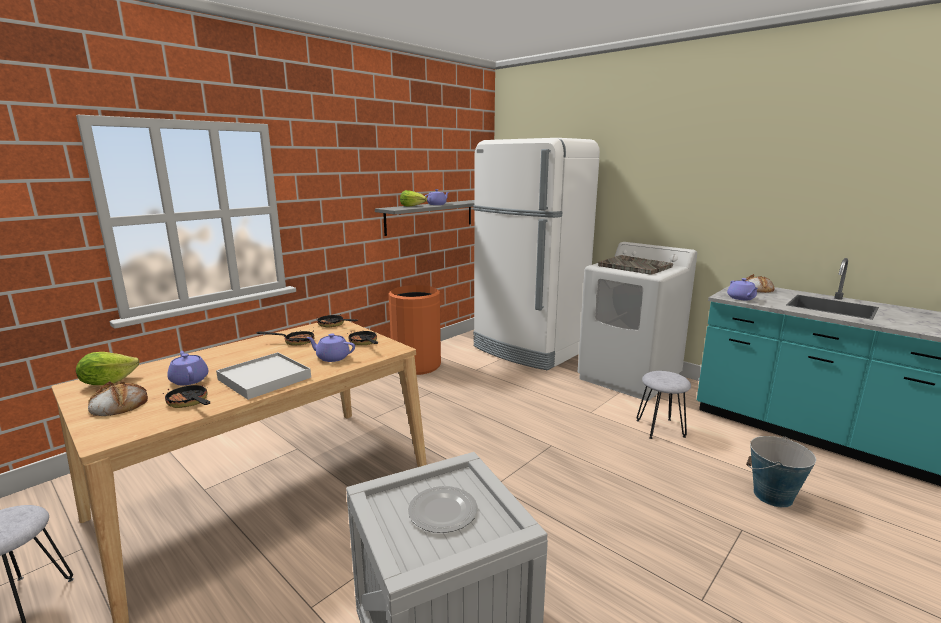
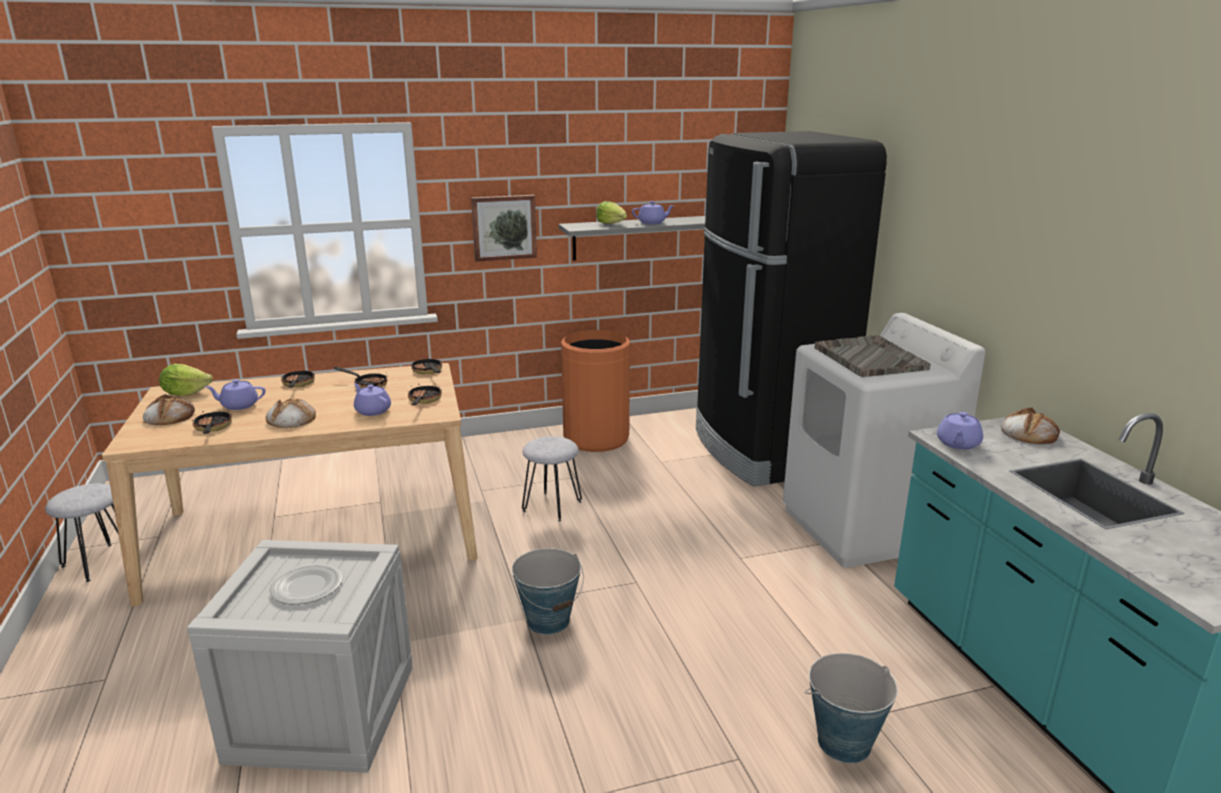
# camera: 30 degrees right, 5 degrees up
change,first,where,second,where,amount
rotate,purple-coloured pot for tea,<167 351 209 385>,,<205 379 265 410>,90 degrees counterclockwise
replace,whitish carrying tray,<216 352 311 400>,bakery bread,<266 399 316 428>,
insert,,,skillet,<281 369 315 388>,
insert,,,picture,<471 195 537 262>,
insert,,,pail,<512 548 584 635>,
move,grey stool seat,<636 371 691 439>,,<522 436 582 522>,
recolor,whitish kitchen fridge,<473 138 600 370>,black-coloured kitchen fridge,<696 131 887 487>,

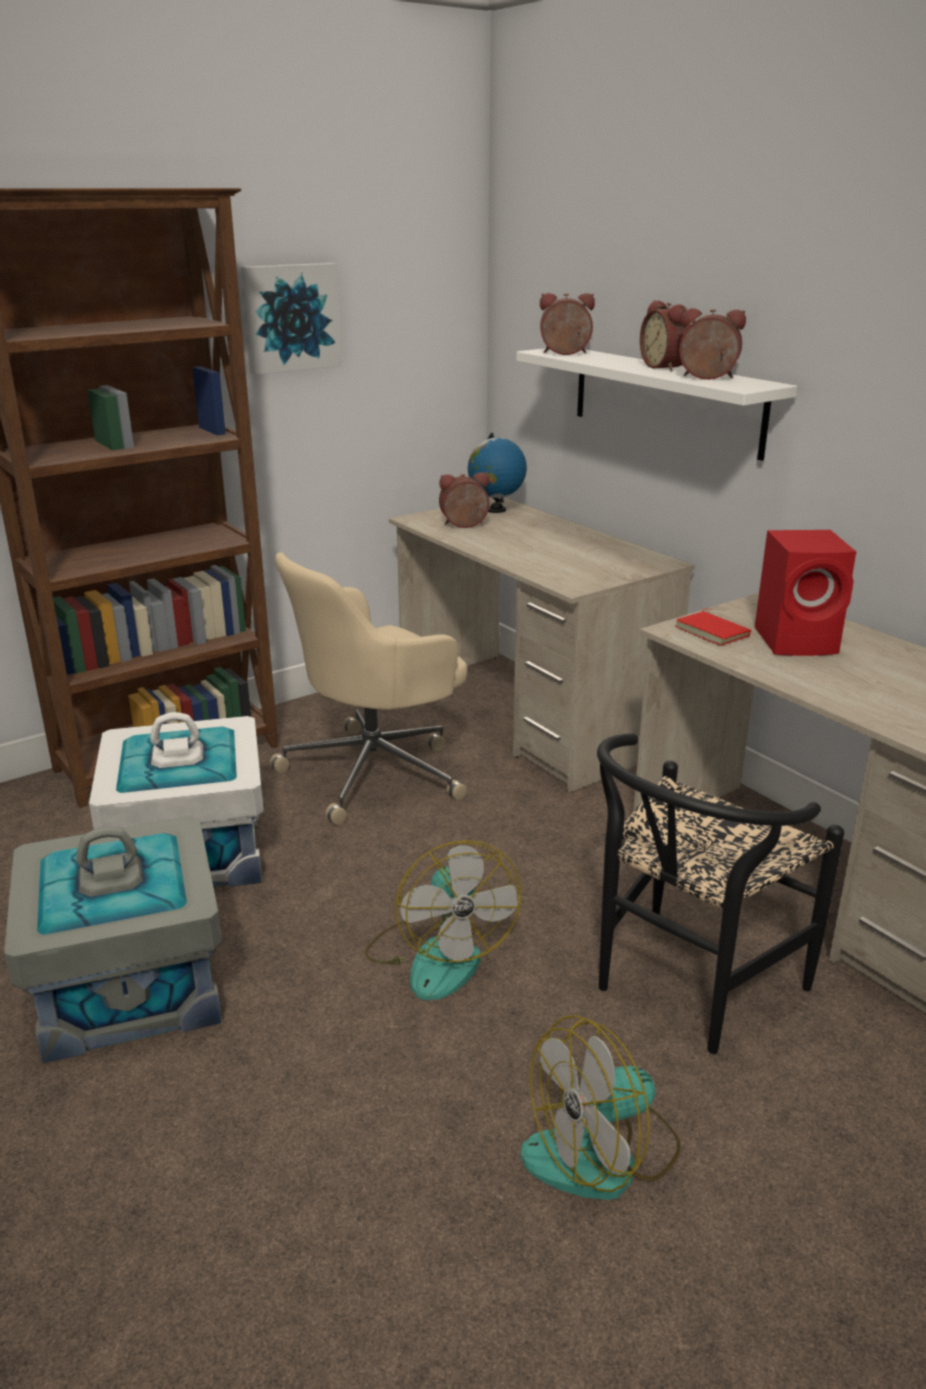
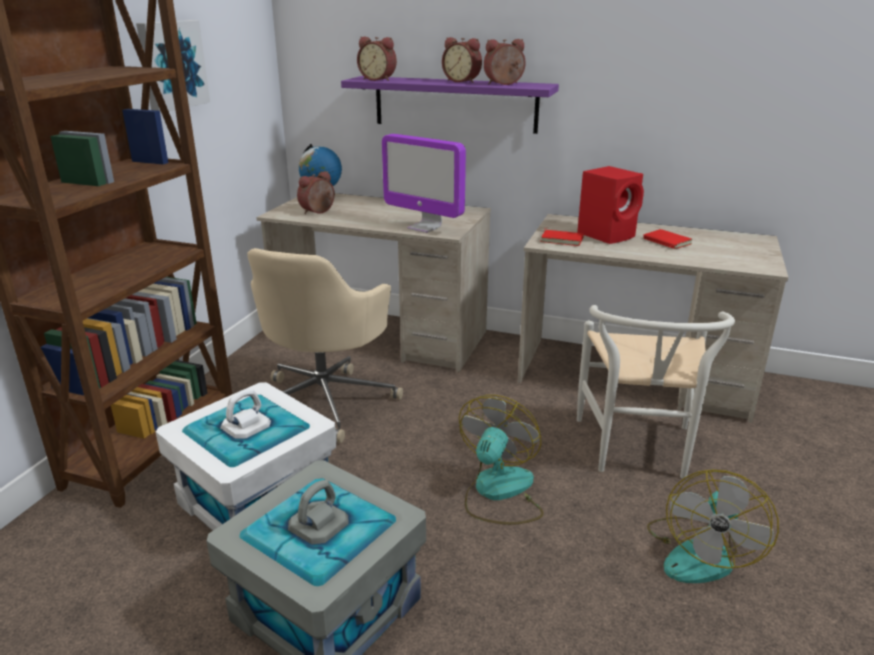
# camera: 35 degrees left, 0 degrees up
change,first,where,second,where,amount
recolor,whitish bracket shelf,<516 348 797 461>,purple-coloured bracket shelf,<341 76 559 134>,
rotate,alarm clock,<540 293 595 355>,,<357 37 397 81>,120 degrees counterclockwise
insert,,,monitor,<382 134 466 233>,
rotate,fan,<364 840 522 1001>,,<459 395 544 525>,105 degrees counterclockwise
recolor,black-coloured chair,<597 733 844 1054>,whitish chair,<577 305 735 479>,
insert,,,reddish bound book,<643 229 692 249>,

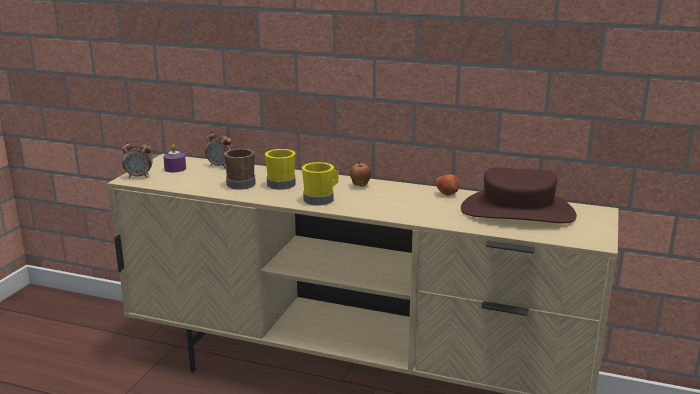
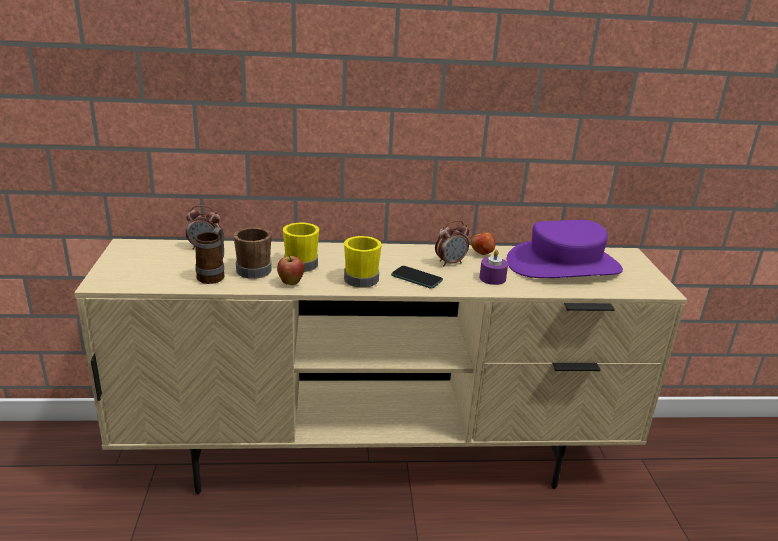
# camera: 25 degrees left, 5 degrees up
change,first,where,second,where,amount
insert,,,coffee mug,<195 227 224 284>,
move,apple fruit,<350 161 372 187>,,<277 255 304 285>,
insert,,,phone,<391 266 443 289>,
move,alarm clock,<122 139 153 178>,,<435 220 469 266>,
move,purple-coloured candle,<163 145 186 172>,,<479 250 508 285>,
recolor,brown-coloured hat,<461 167 577 223>,purple-coloured hat,<507 220 623 278>,

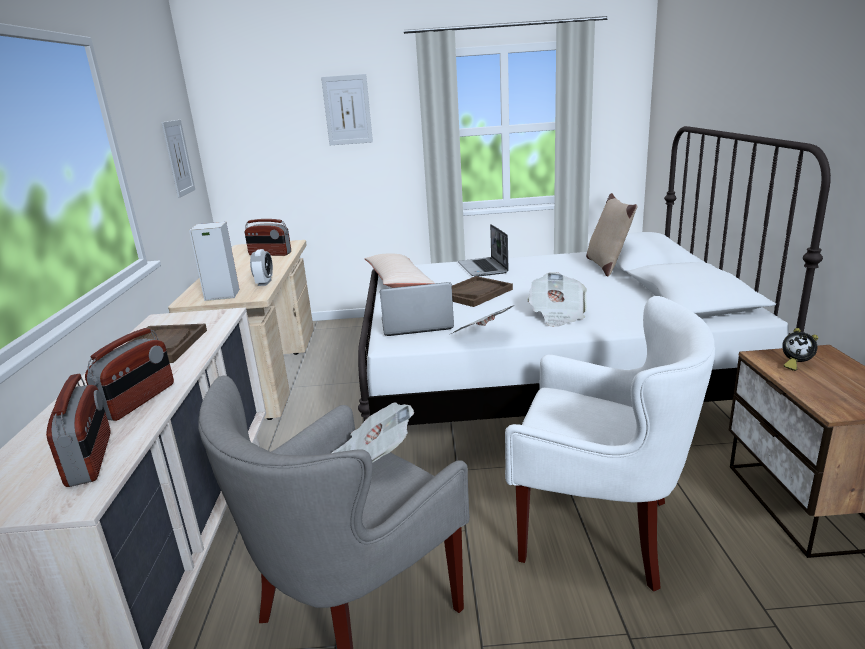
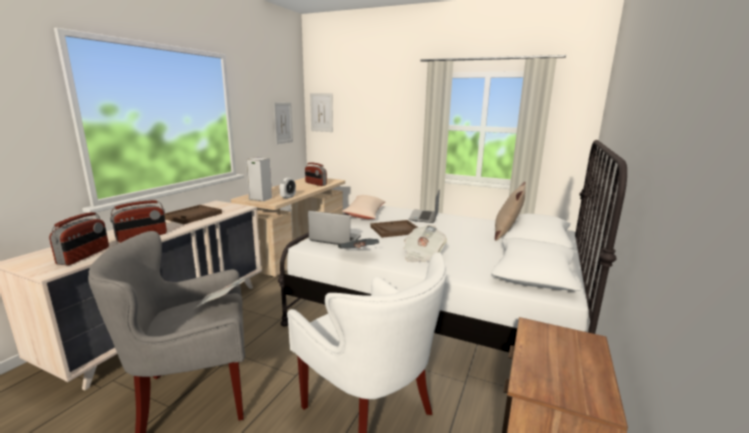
# camera: 25 degrees right, 5 degrees down
change,first,where,second,where,amount
move,picture,<321 74 373 145>,,<310 93 333 132>,
delete,alarm clock,<782 328 818 371>,,,

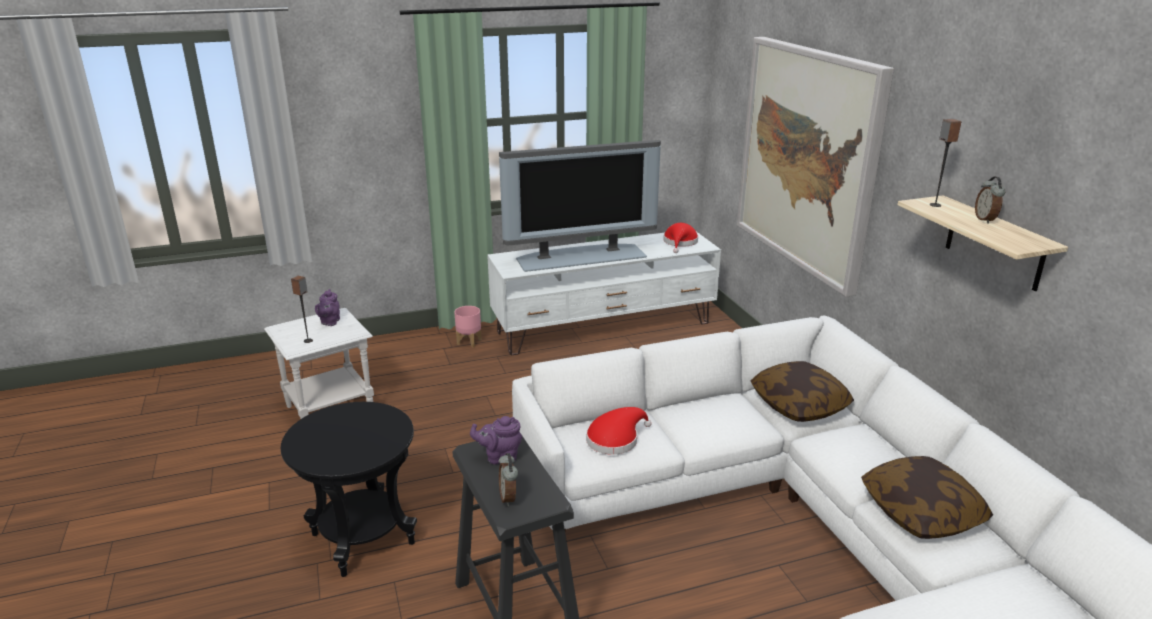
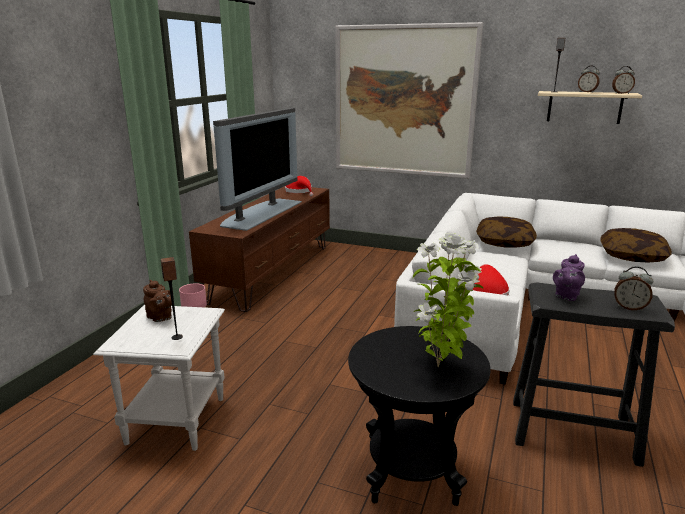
# camera: 50 degrees left, 5 degrees down
change,first,where,second,where,amount
recolor,purple-coloured pot for tea,<315 289 340 326>,brown-coloured pot for tea,<143 280 172 322>,
recolor,whitish media console,<487 232 721 356>,brown-coloured media console,<189 186 330 312>,
insert,,,plant in a pot,<413 233 483 367>,
insert,,,alarm clock,<612 66 635 94>,

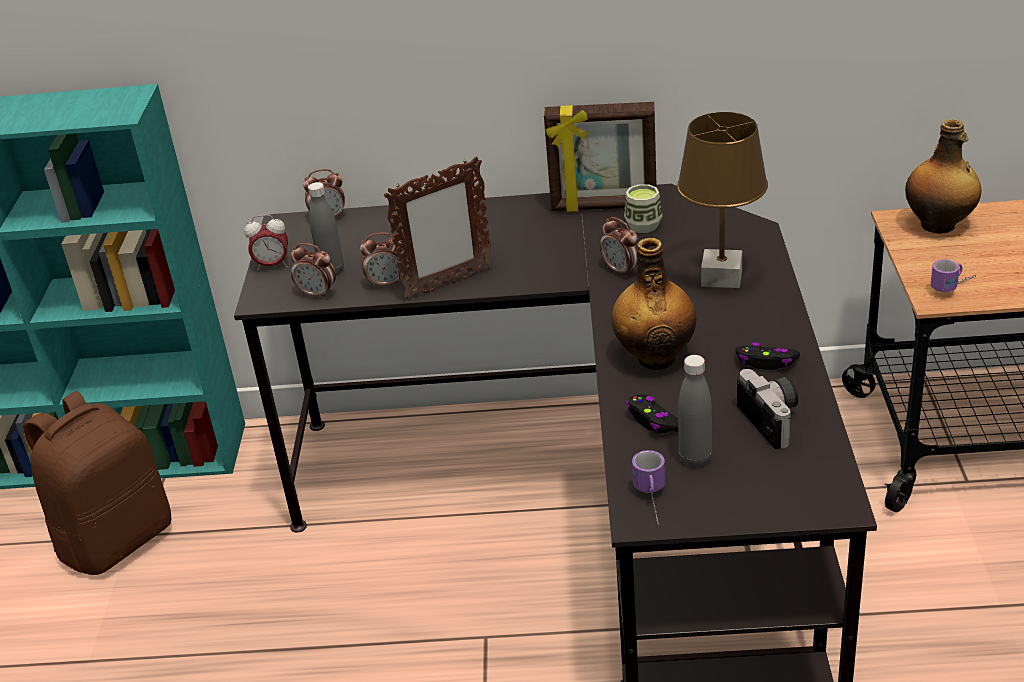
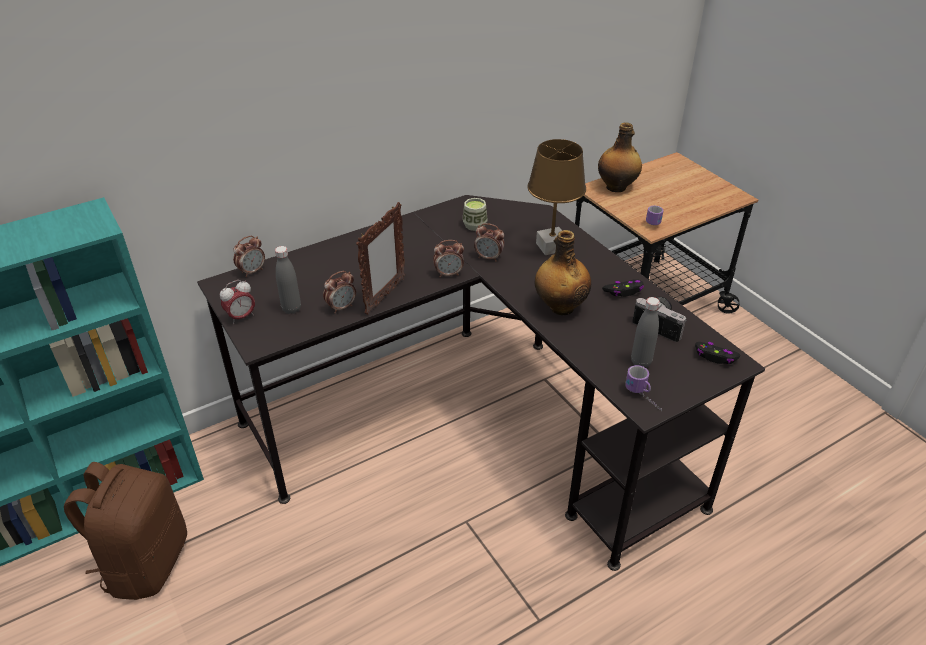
# camera: 35 degrees left, 5 degrees up
change,first,where,second,where,amount
move,alarm clock,<291 243 336 299>,,<433 240 464 277>,
move,black-coloured gamepad,<626 394 678 433>,,<695 342 741 364>,
delete,picture frame,<544 102 657 212>,,,

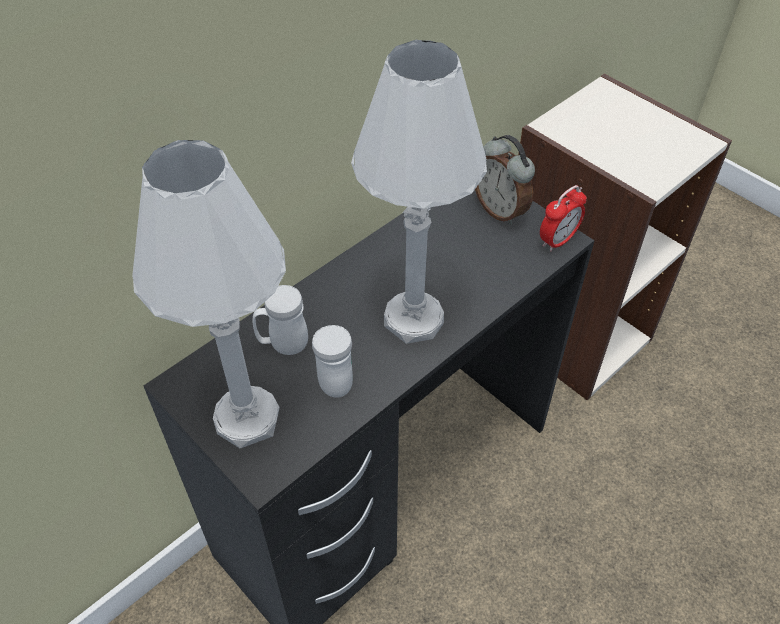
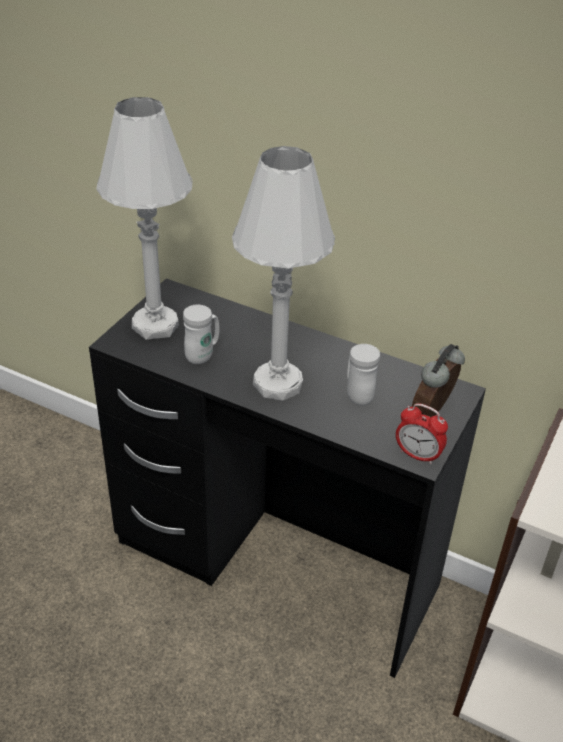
# camera: 70 degrees right, 10 degrees down
change,first,where,second,where,amount
move,whitish coffee mug,<252 285 308 355>,,<347 344 380 406>,

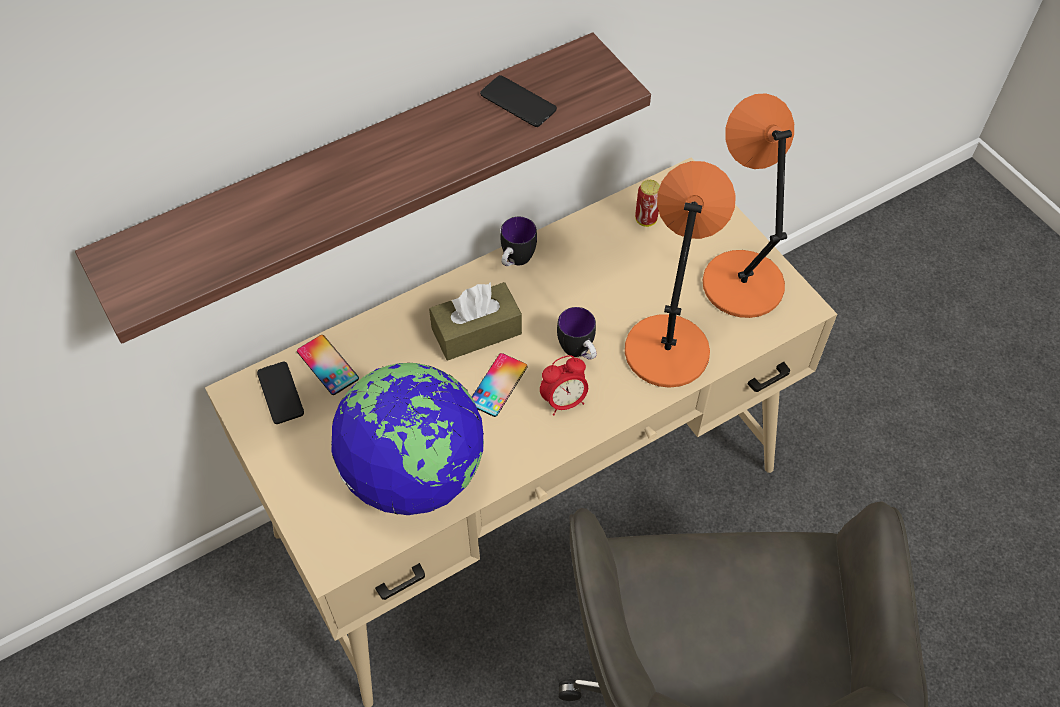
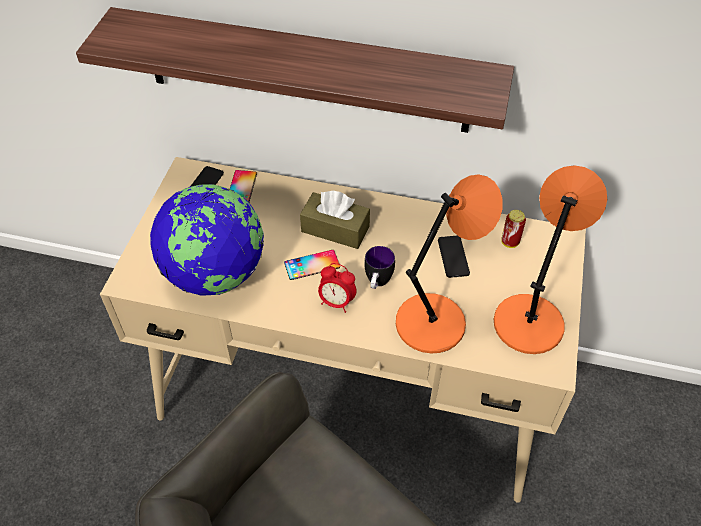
# camera: 45 degrees right, 5 degrees down
change,first,where,second,where,amount
move,phone,<480 75 557 127>,,<438 236 470 278>,
delete,coffee mug,<501 217 537 266>,,,

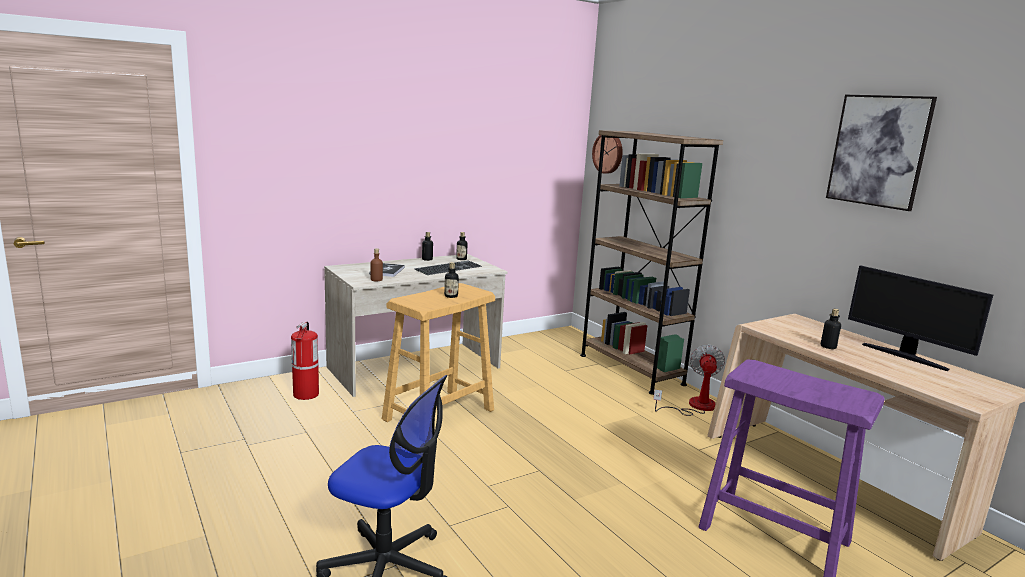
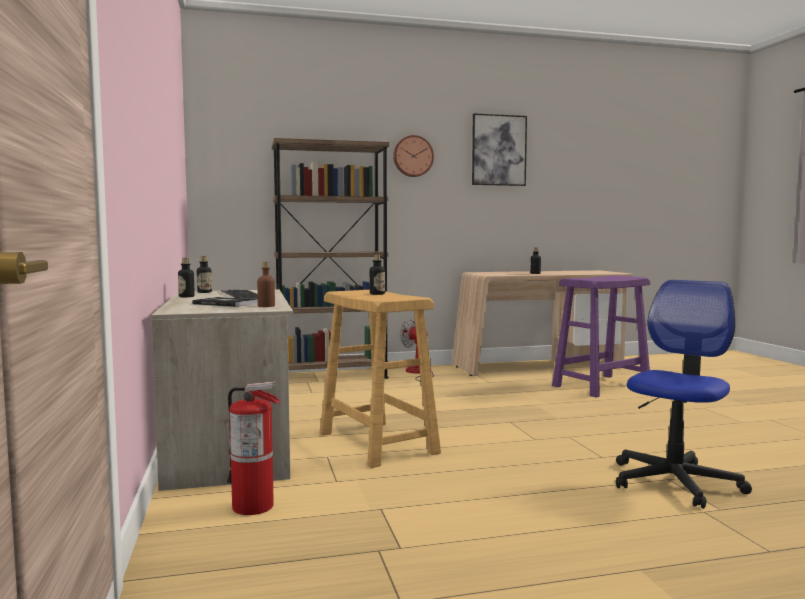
# camera: 70 degrees left, 10 degrees down
change,first,where,second,where,amount
move,clock on the wall,<592 135 623 174>,,<393 135 434 177>,
delete,monitor,<848 266 993 371>,,,

